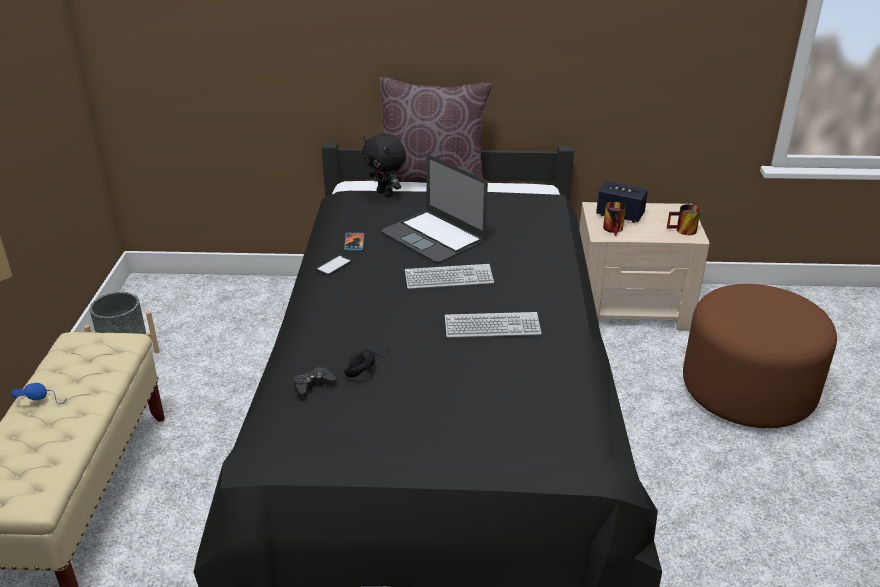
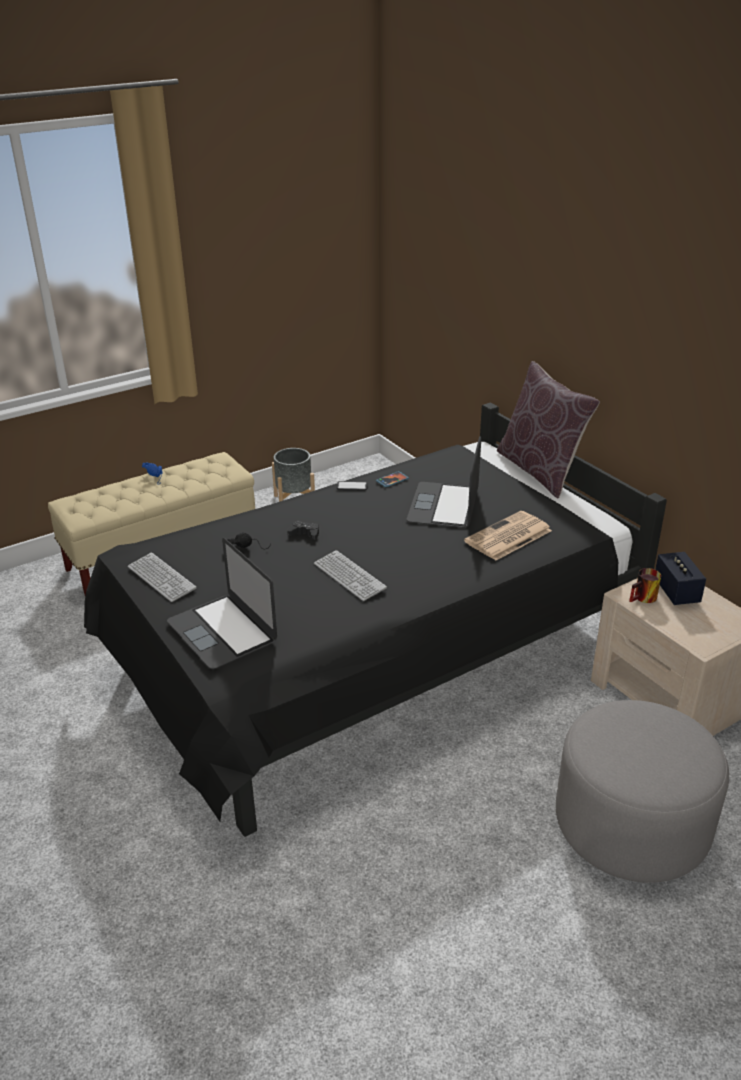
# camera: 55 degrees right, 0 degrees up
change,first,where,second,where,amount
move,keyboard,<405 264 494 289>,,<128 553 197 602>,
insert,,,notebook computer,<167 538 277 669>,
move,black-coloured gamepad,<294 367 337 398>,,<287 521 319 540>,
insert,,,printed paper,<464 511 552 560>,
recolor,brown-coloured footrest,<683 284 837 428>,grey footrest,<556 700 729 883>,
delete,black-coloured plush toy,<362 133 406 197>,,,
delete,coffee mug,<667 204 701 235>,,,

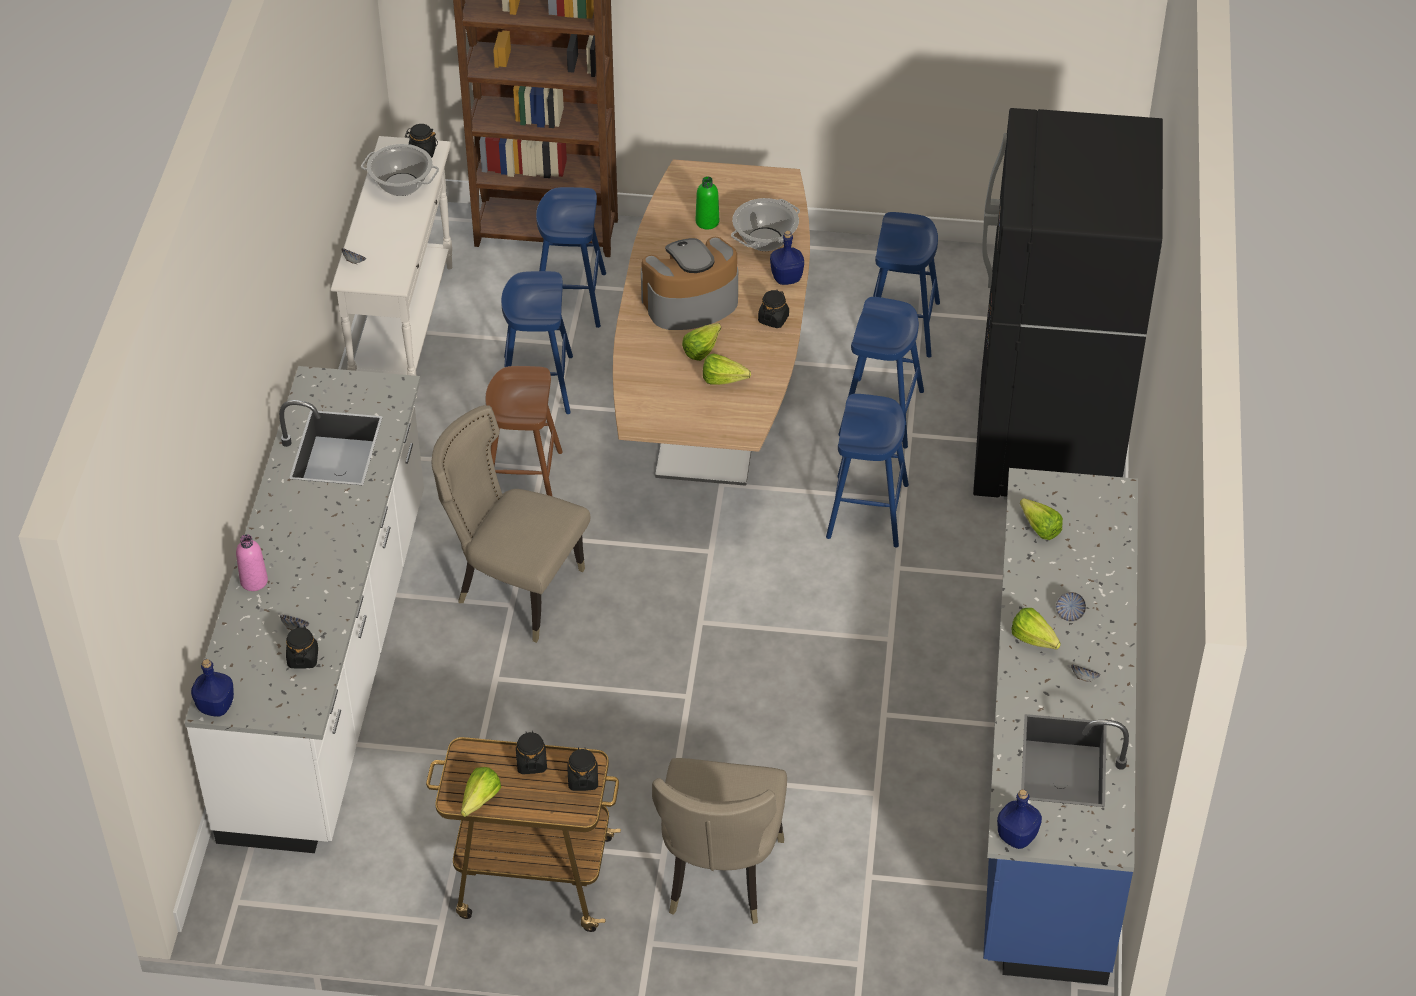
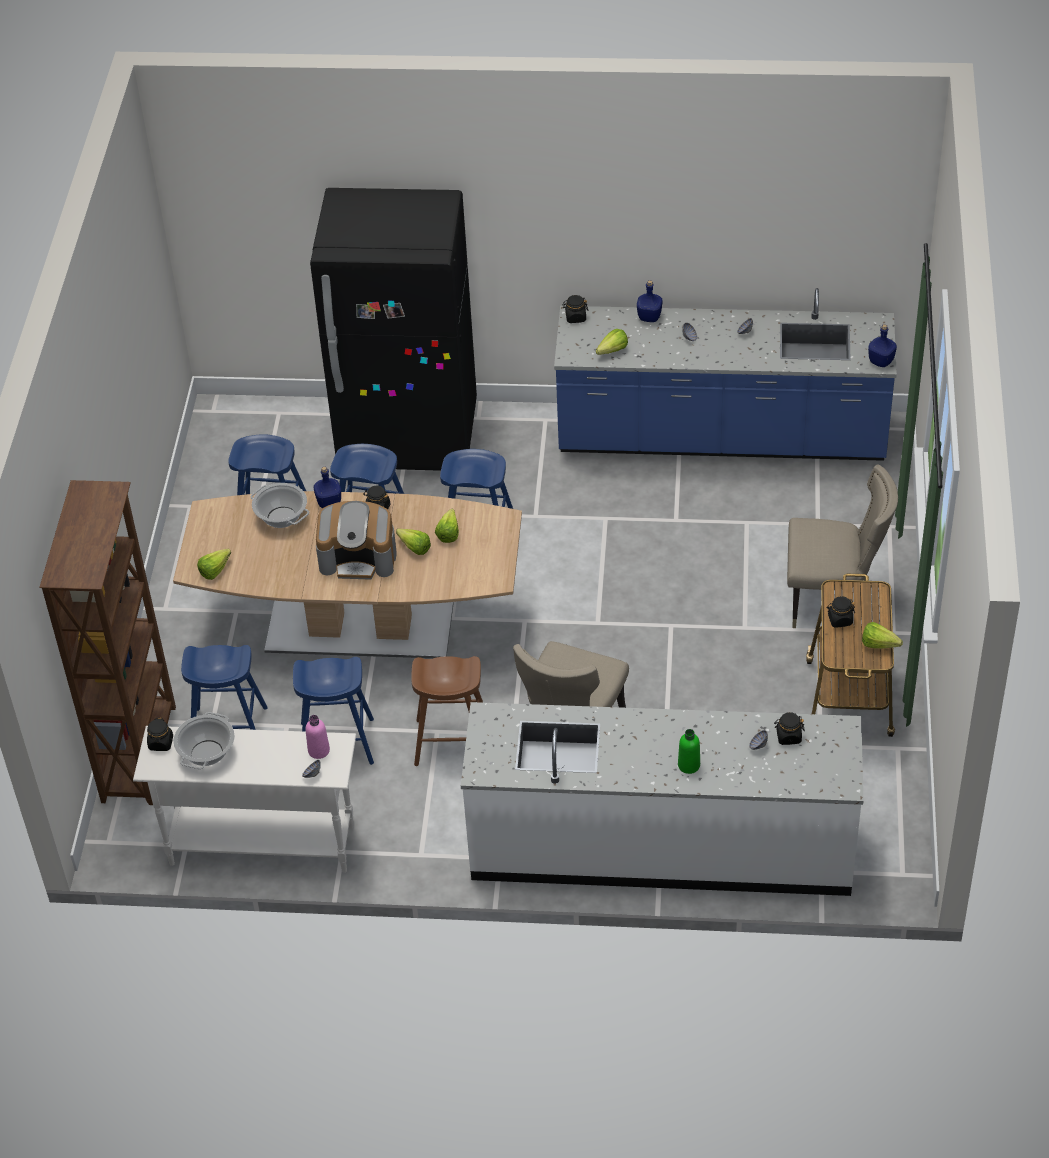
# camera: 90 degrees left, 0 degrees up
change,first,where,second,where,amount
move,lettuce,<1011 608 1061 650>,,<197 549 231 580>,
move,pinkish bottle,<236 534 268 591>,,<306 715 330 759>,
rotate,coffee maker,<641 237 738 330>,,<316 501 397 580>,60 degrees counterclockwise
move,black-coloured preserve jar,<568 747 598 791>,,<562 295 588 323>,
move,blue bottle,<191 659 234 717>,,<637 280 663 322>,
move,greenish bottle,<696 176 719 229>,,<678 729 700 774>,

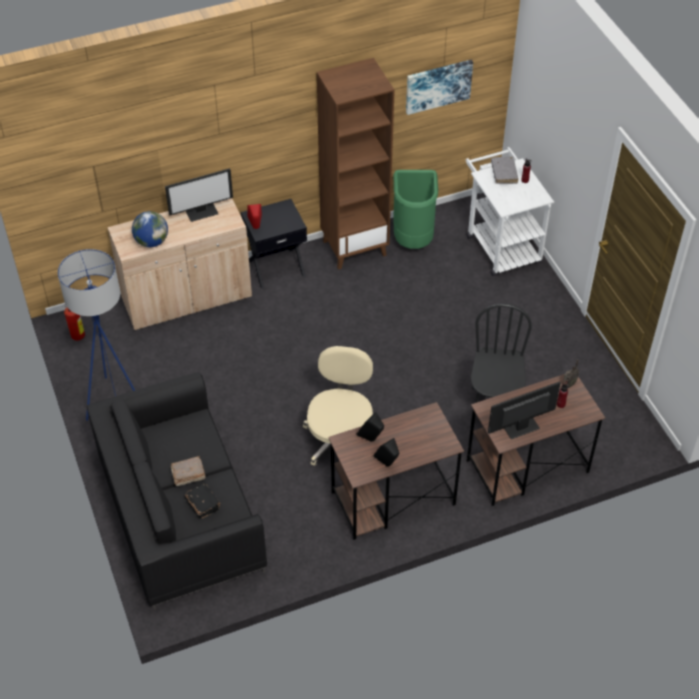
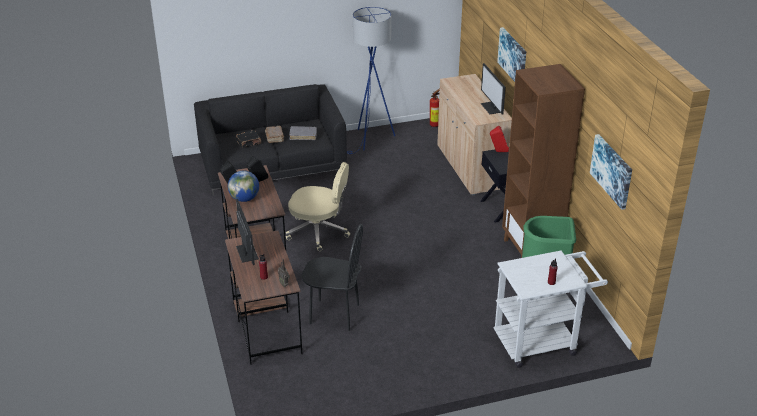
# camera: 95 degrees right, 15 degrees down
change,first,where,second,where,amount
move,world globe,<132 211 168 247>,,<228 171 259 202>,
move,grey bound book,<491 156 518 184>,,<289 126 317 140>,
insert,,,picture,<497 27 526 82>,

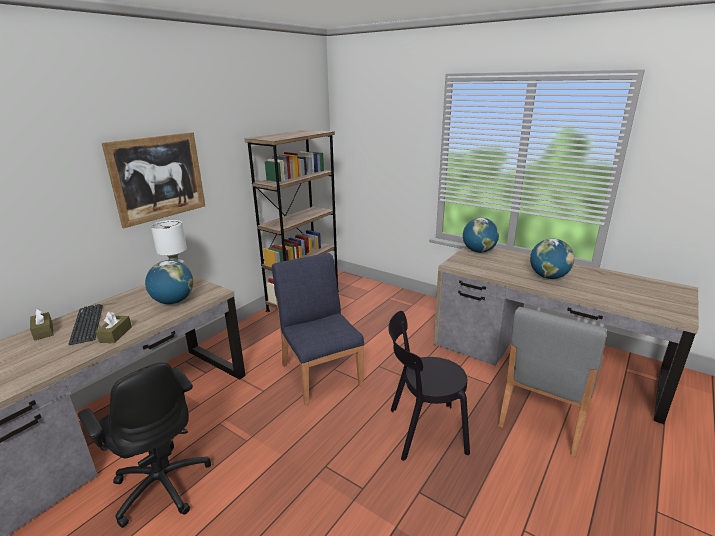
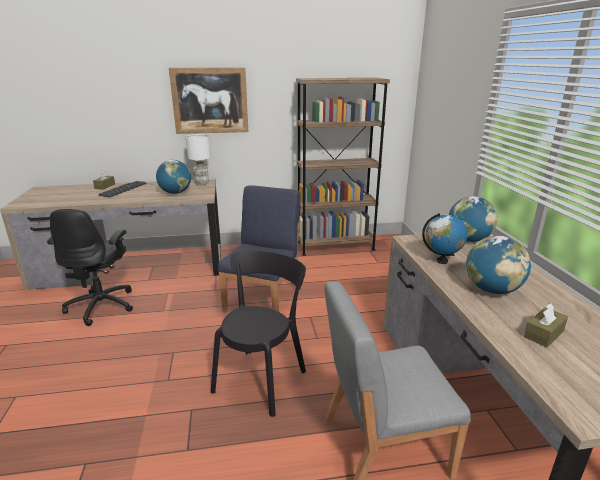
# camera: 45 degrees right, 0 degrees up
change,first,where,second,where,amount
rotate,black-coloured chair,<388 311 470 461>,,<211 250 306 417>,75 degrees clockwise
insert,,,world globe,<422 213 467 264>,
move,brown-coloured tissue holder,<96 312 132 343>,,<524 303 568 347>,

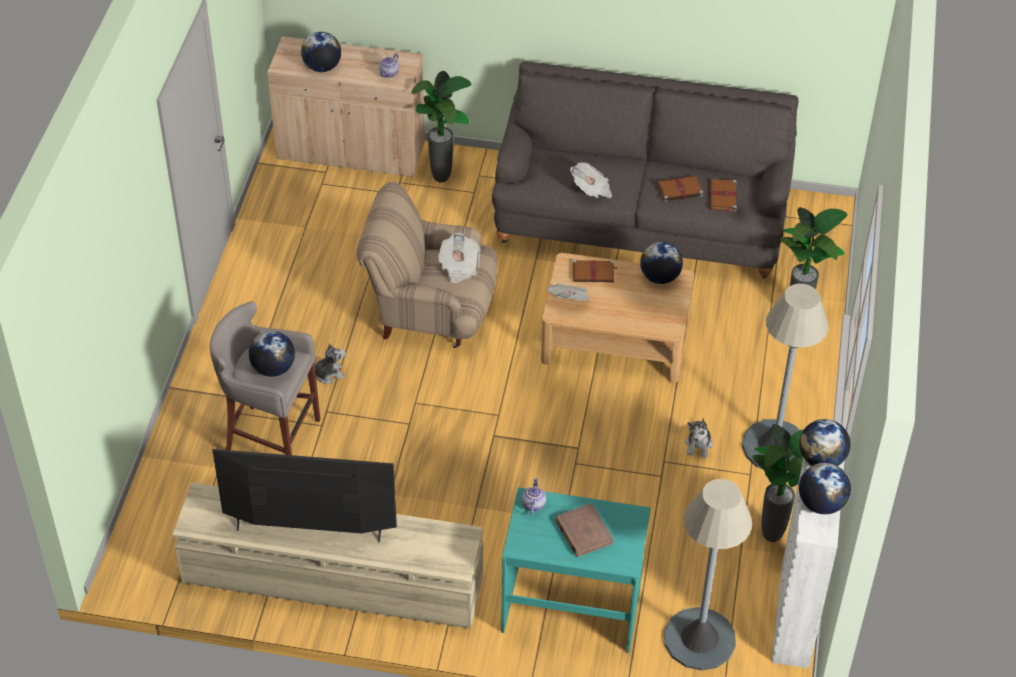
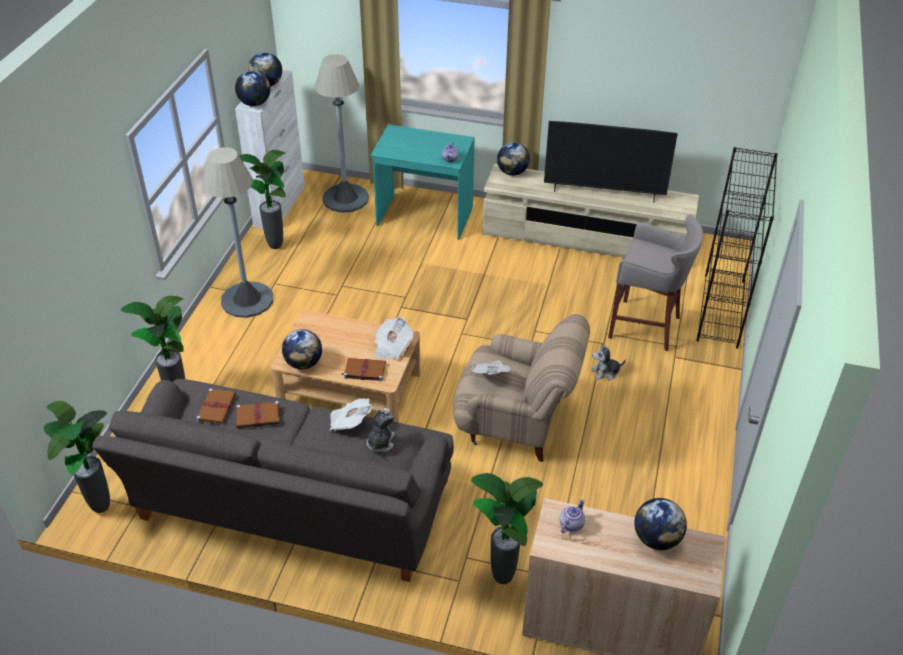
# camera: 175 degrees left, 5 degrees down
change,first,where,second,where,amount
insert,,,plant in a pot,<43 401 110 513>,
move,plush toy,<685 417 713 458>,,<367 408 395 452>,
move,world globe,<249 331 295 377>,,<497 143 530 176>,
insert,,,black-coloured bookcase,<696 147 778 349>,
delete,brown-coloured bound book,<555 503 614 557>,,,

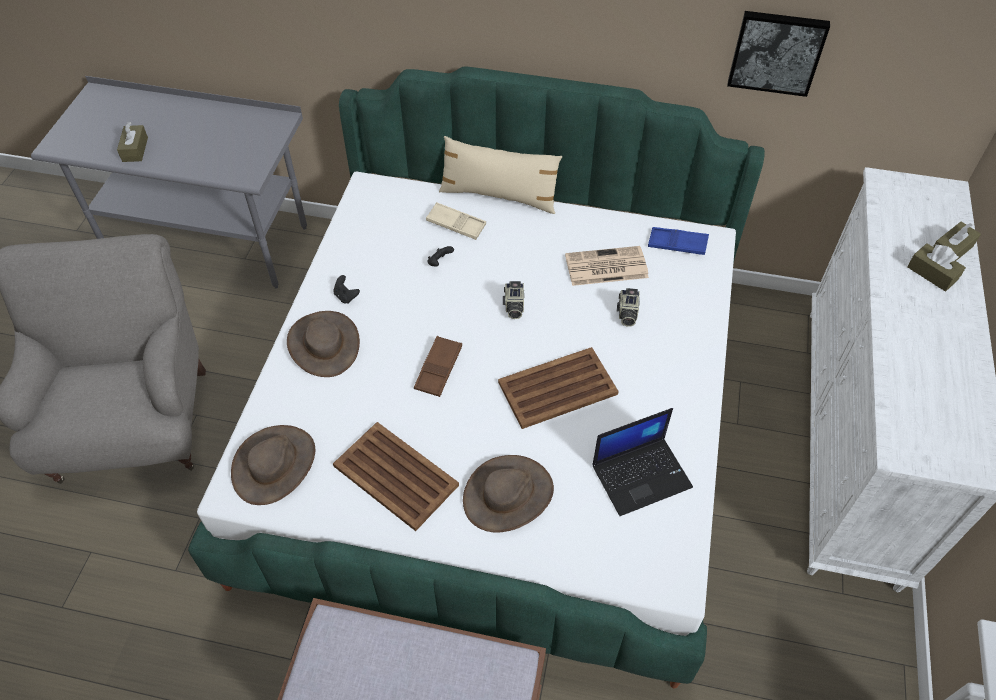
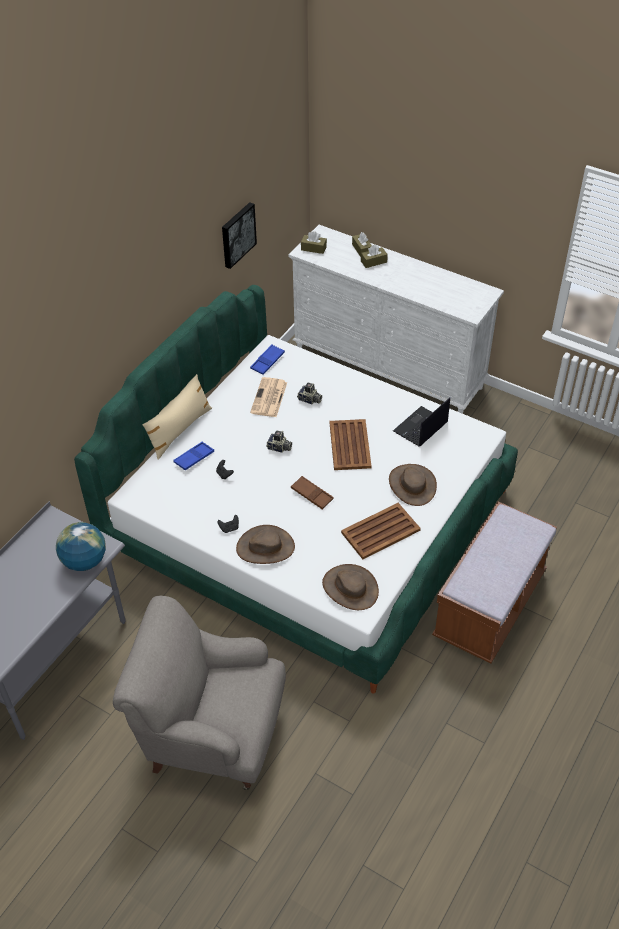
# camera: 70 degrees left, 5 degrees down
change,first,where,second,where,amount
insert,,,world globe,<56 522 106 571>,
recolor,beige-coloured carrying tray,<426 202 486 240>,blue carrying tray,<173 441 214 471>,
move,brown-coloured tissue holder,<117 122 148 162>,,<301 231 327 254>,
rotate,notebook computer,<592 408 693 516>,,<393 398 450 447>,135 degrees counterclockwise

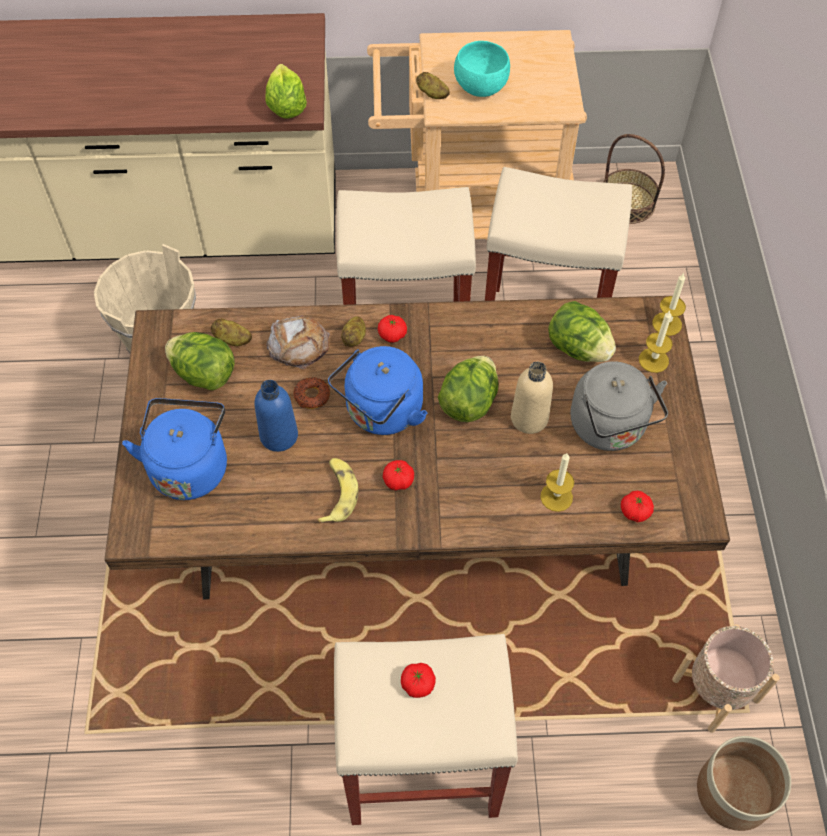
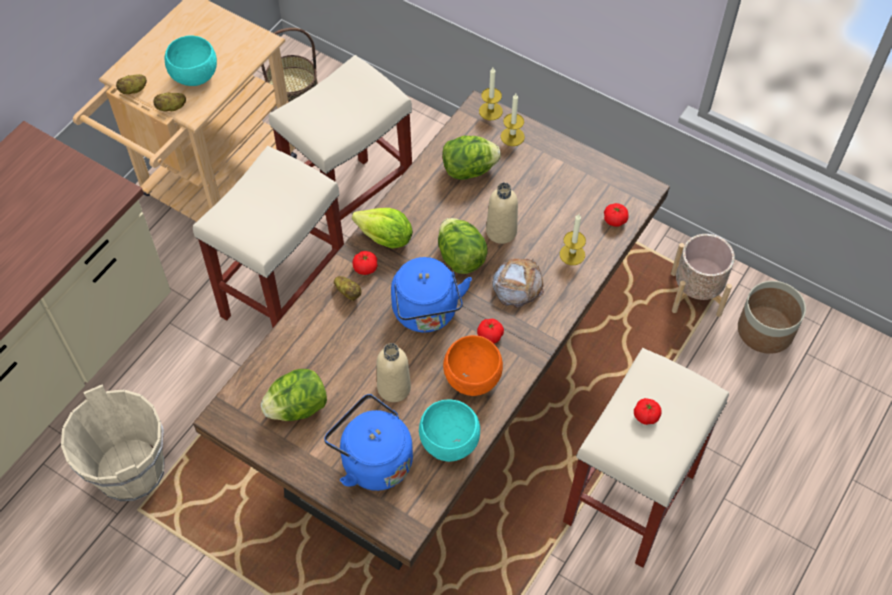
# camera: 55 degrees left, 0 degrees up
change,first,where,second,where,amount
move,potato,<211 318 252 346>,,<116 74 147 94>,
move,lettuce,<265 64 307 118>,,<352 208 413 248>,
recolor,blue bottle,<254 380 298 452>,beige-coloured bottle,<376 343 411 402>,
insert,,,turquoise-coloured deep dish,<419 400 480 462>,
replace,banana fruit,<317 458 358 524>,orangey deep dish,<443 335 503 396>,
move,bakery bread,<266 315 330 369>,,<492 258 544 308>,
delete,ring doughnut,<293 377 330 409>,,,
delete,grey tea kettle,<570 361 668 451>,,,

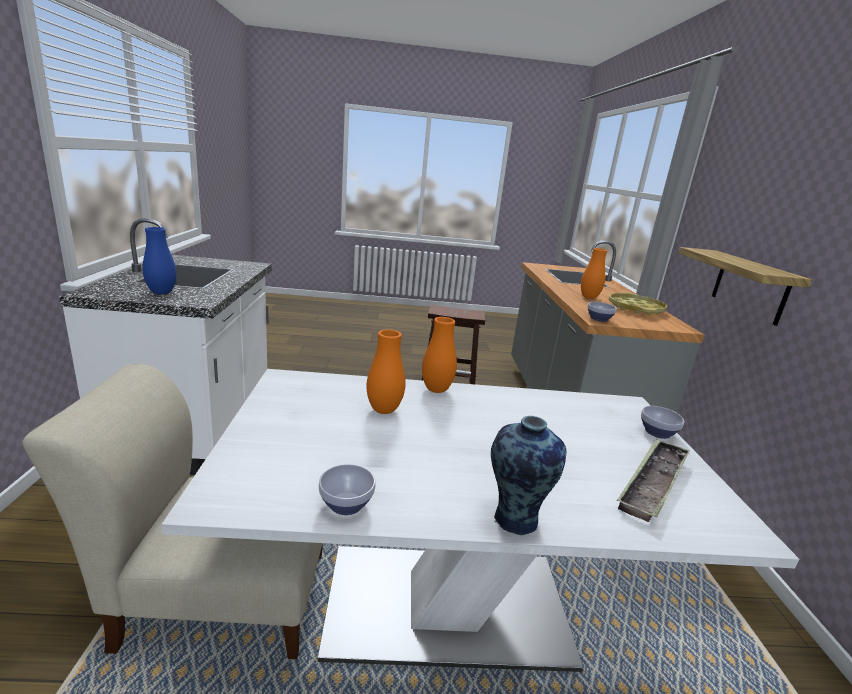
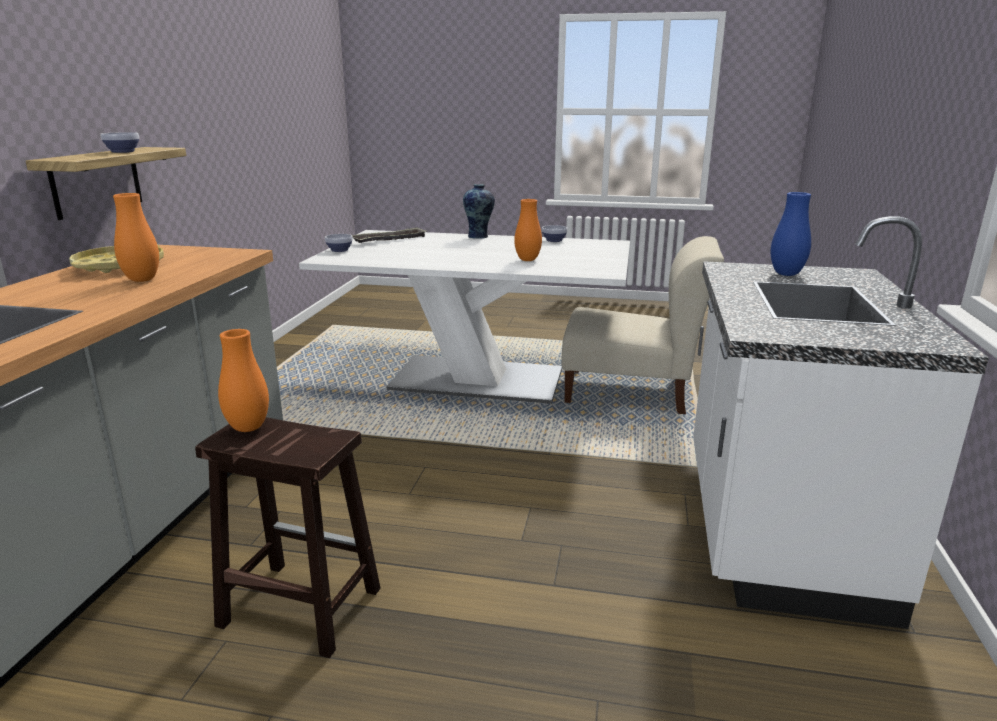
# camera: 165 degrees left, 0 degrees up
change,first,where,second,where,amount
move,deep dish,<587 302 617 322>,,<100 132 139 153>,
move,orangey vase,<422 317 457 393>,,<218 329 269 432>,

